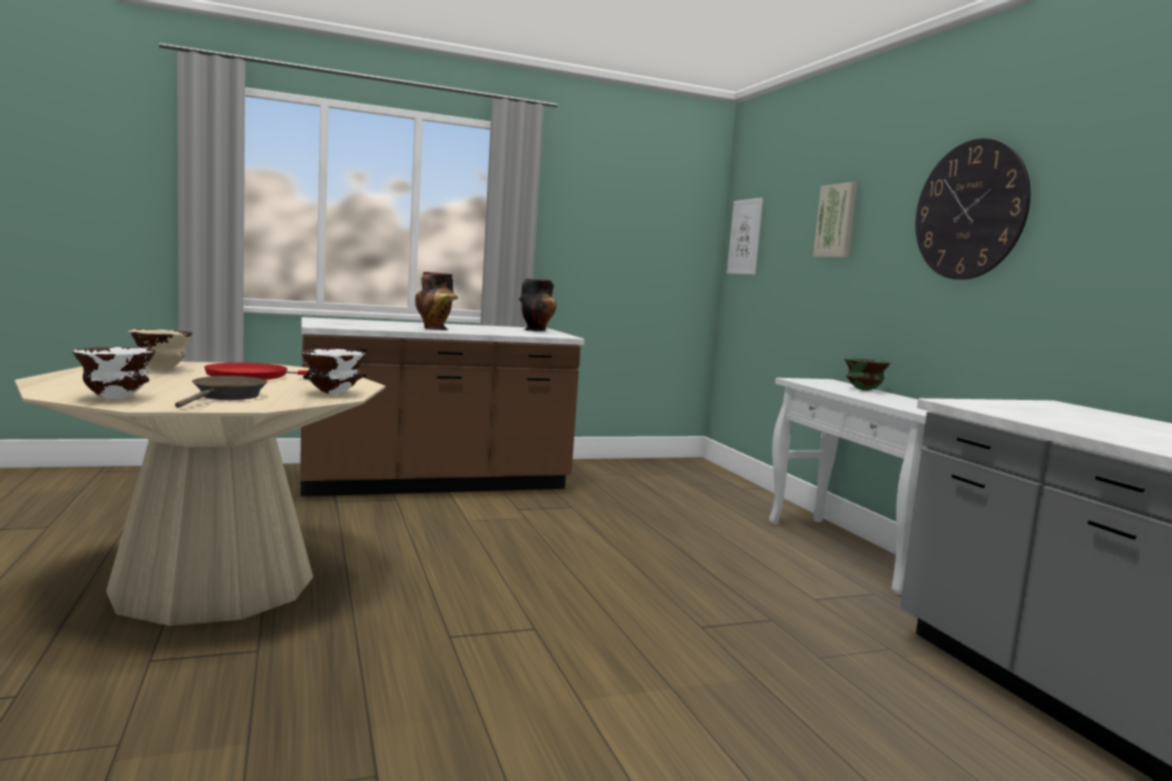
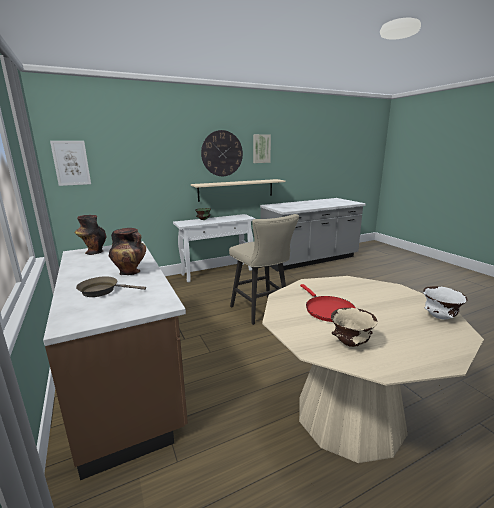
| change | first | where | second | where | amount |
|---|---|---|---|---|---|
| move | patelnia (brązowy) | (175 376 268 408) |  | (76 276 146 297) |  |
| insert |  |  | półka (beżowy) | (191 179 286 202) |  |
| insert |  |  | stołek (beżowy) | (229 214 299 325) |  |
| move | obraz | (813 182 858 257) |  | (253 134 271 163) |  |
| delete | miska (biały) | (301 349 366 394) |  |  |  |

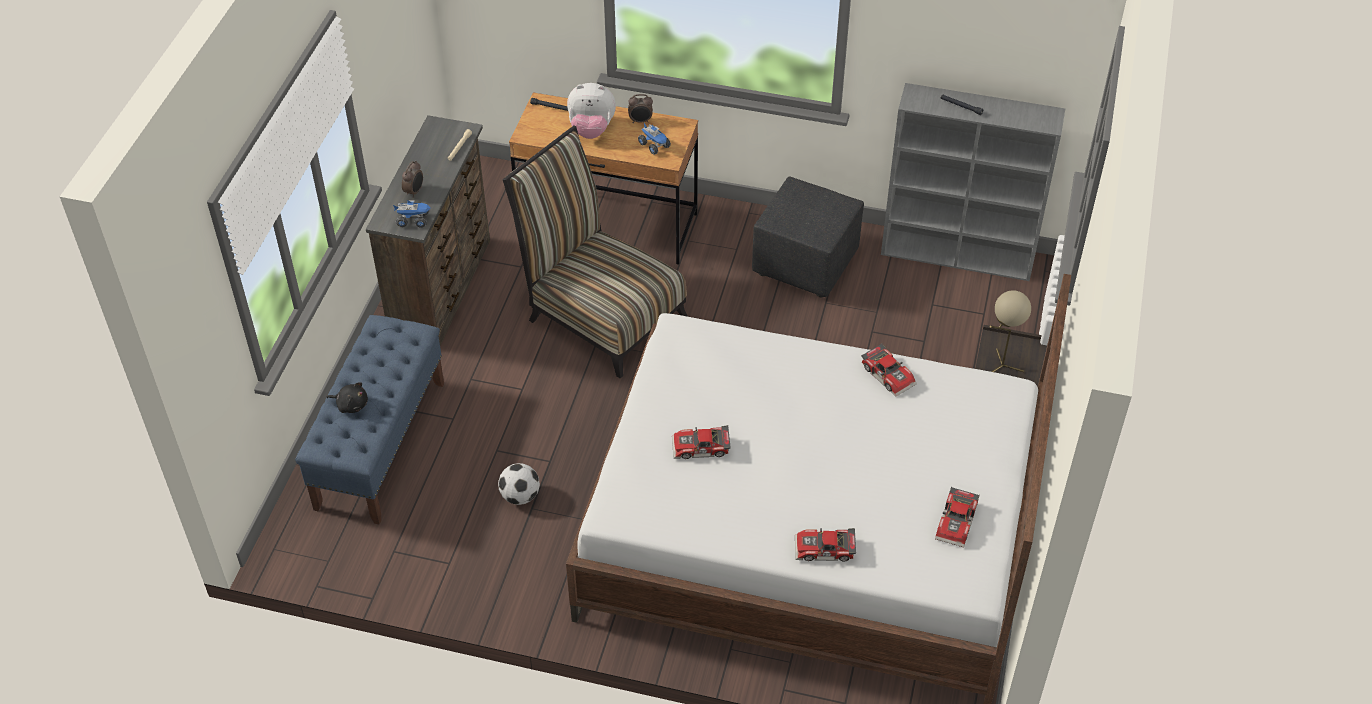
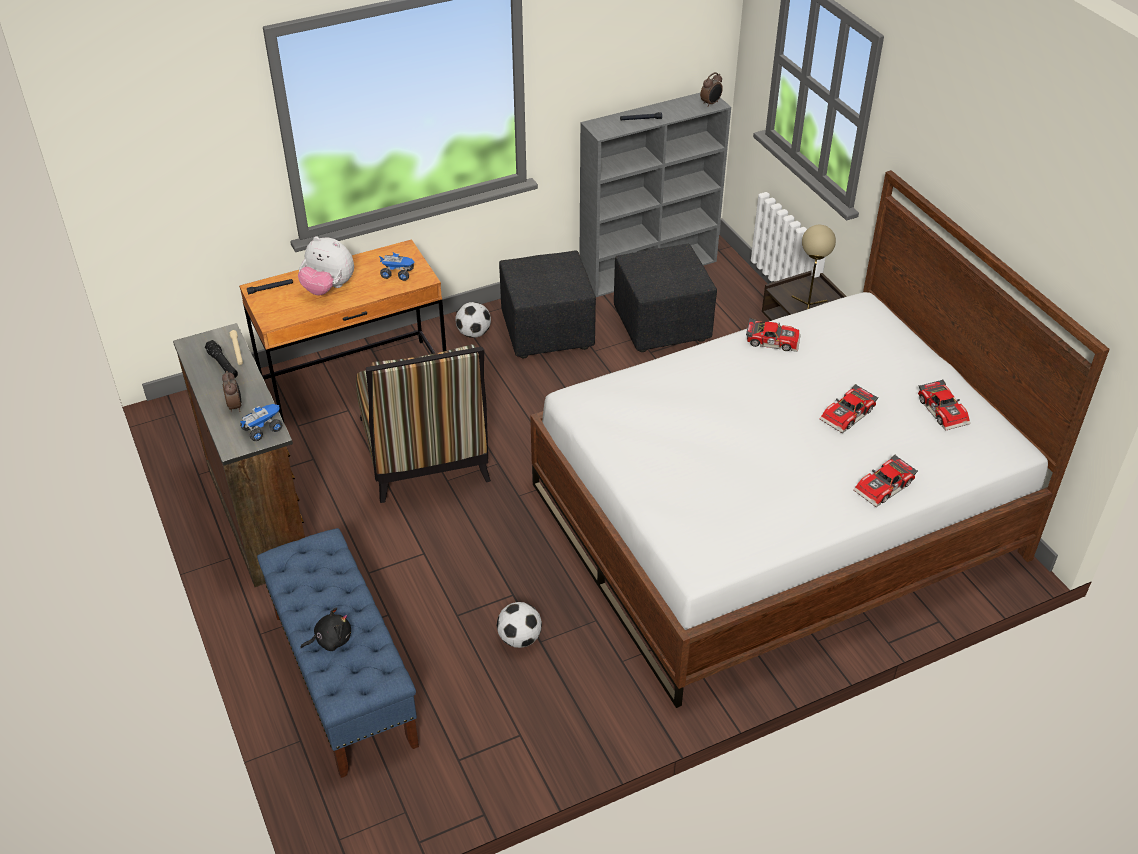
| change | first | where | second | where | amount |
|---|---|---|---|---|---|
| insert |  |  | latarka (czarny) | (205 340 238 378) |  |
| rotate | pluszak | (567 83 616 139) |  | (298 236 354 295) | 60 degrees clockwise |
| rotate | krzesło | (502 126 688 378) |  | (356 344 491 503) | 105 degrees counterclockwise |
| insert |  |  | piłka futbolowa | (455 302 491 338) |  |
| insert |  |  | pufa (czarny) | (614 244 717 352) |  |
| move | budzik | (628 94 653 123) |  | (700 72 723 107) |  |
| move | samochodzik | (672 425 731 459) |  | (820 384 879 433) |  |

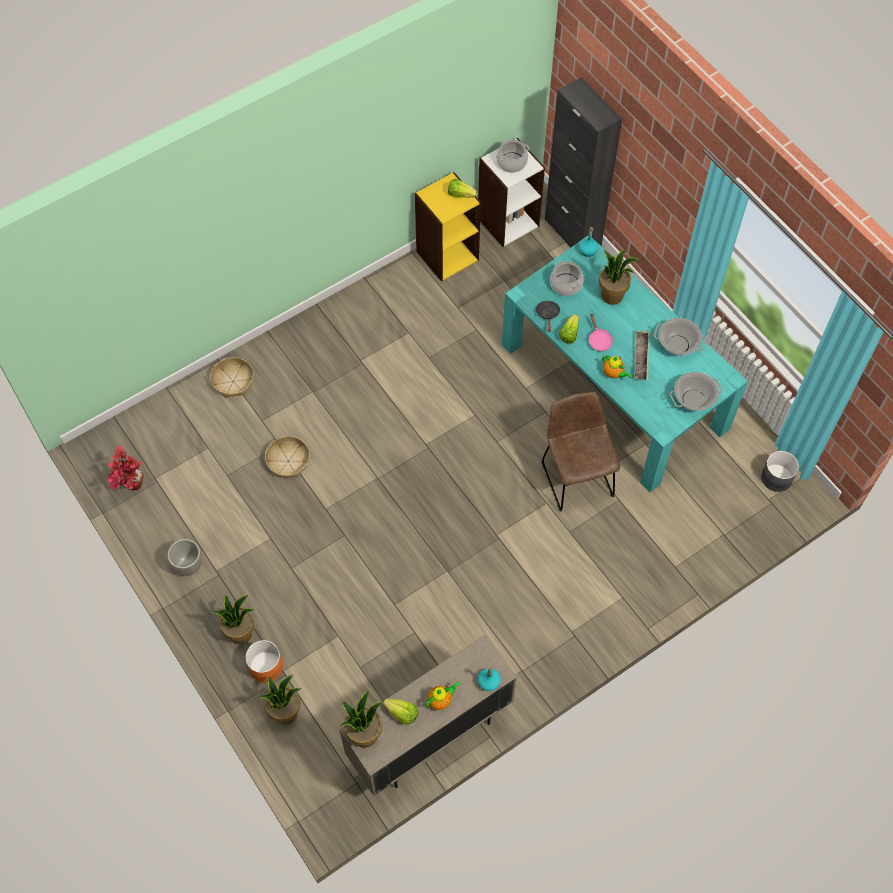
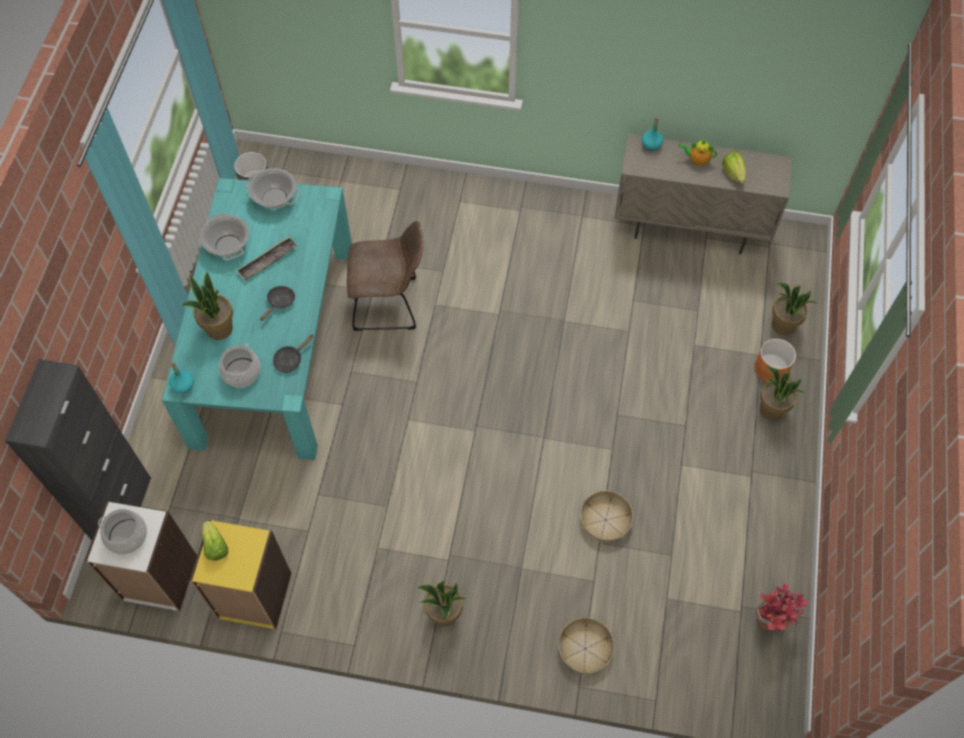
| change | first | where | second | where | amount |
|---|---|---|---|---|---|
| recolor | patelnia (różowy) | (589 314 613 351) | patelnia (czarny) | (260 286 295 321) |  |
| rotate | krzesło (brązowy) | (542 392 620 511) |  | (347 221 423 331) | 120 degrees counterclockwise |
| move | roślina doniczkowa | (340 690 382 748) |  | (417 581 466 626) |  |
| delete | donica (szary) | (168 539 202 576) |  |  |  |
| delete | sałata | (559 314 579 343) |  |  |  |
| delete | imbryk | (602 356 632 378) |  |  |  |

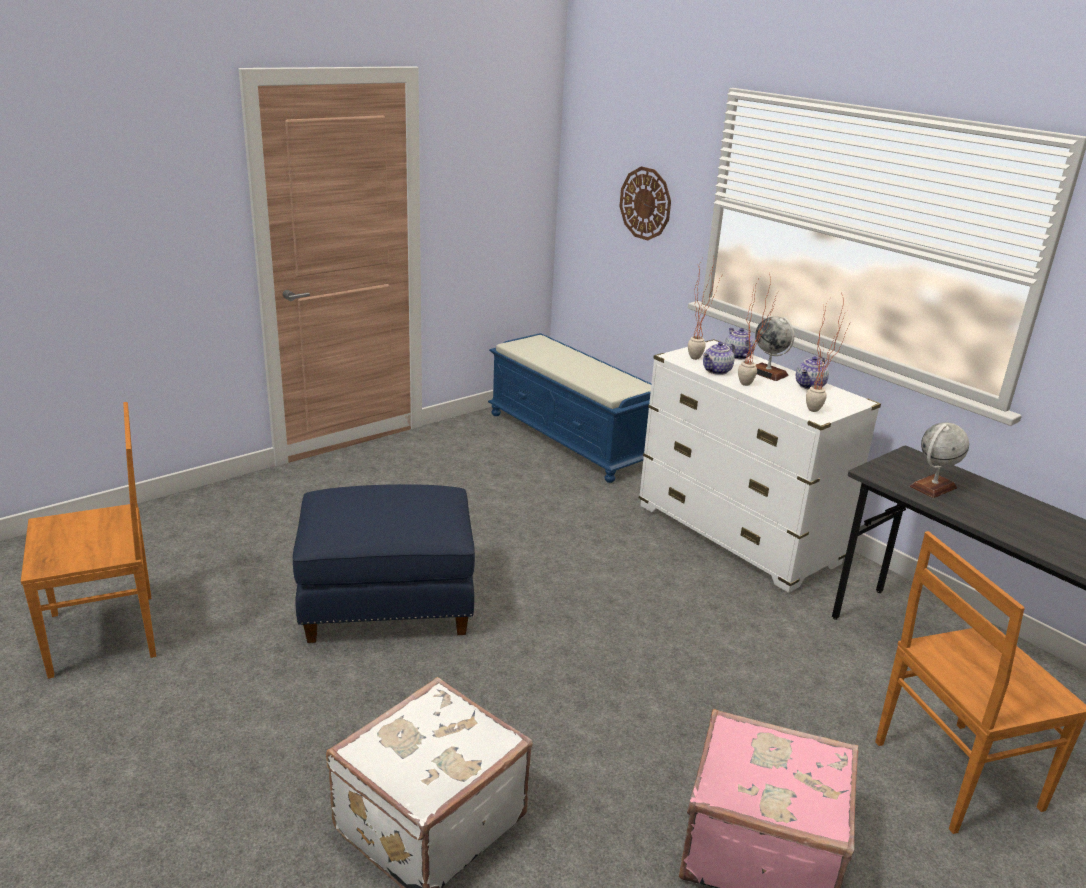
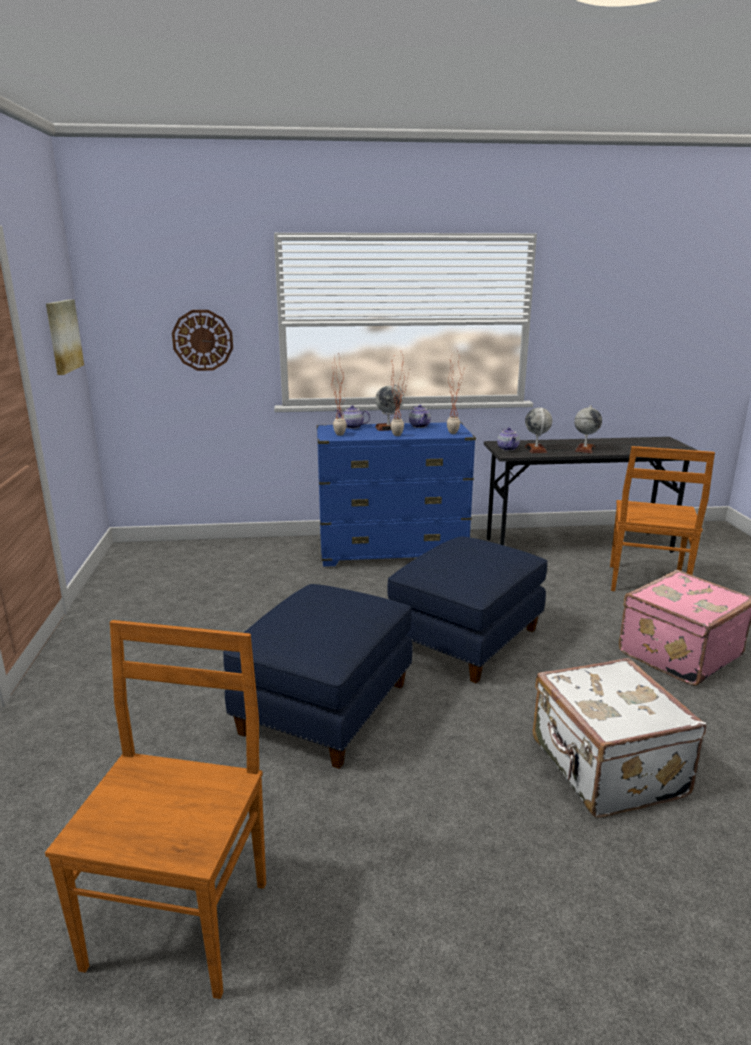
| change | first | where | second | where | amount |
|---|---|---|---|---|---|
| insert |  |  | obraz | (46 300 84 375) |  |
| recolor | komoda (biały) | (639 339 881 593) | komoda (niebieski) | (317 422 476 567) |  |
| insert |  |  | pufa (niebieski) | (387 537 547 683) |  |
| move | imbryk | (703 342 736 375) |  | (497 428 520 451) |  |
| insert |  |  | globus | (574 405 602 454) |  |
| delete | ławka (niebieski) | (488 333 651 483) |  |  |  |

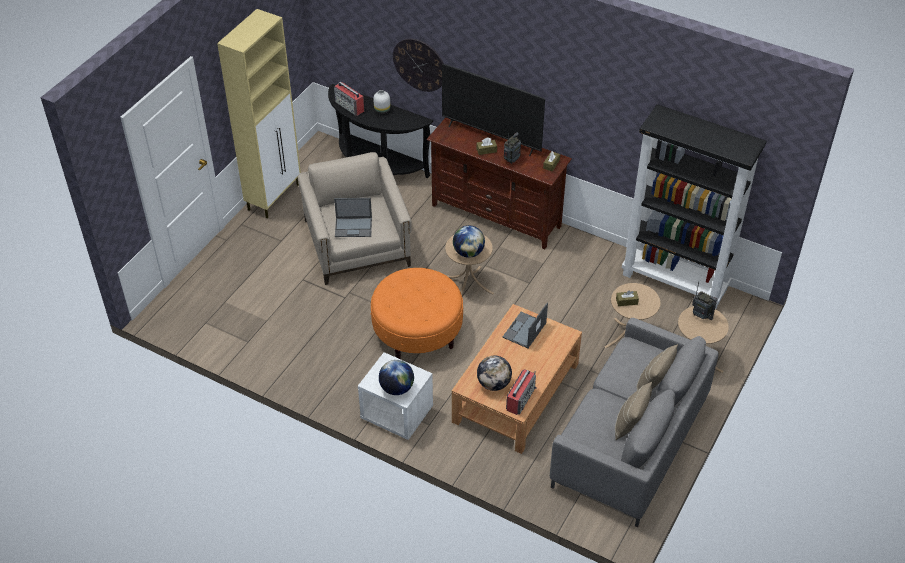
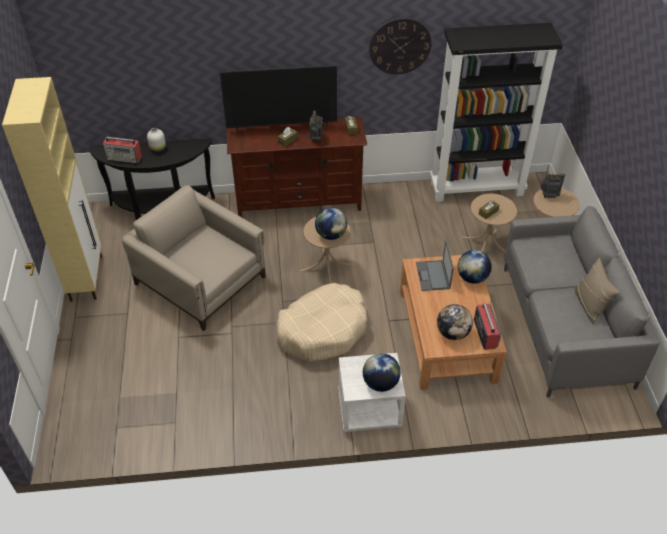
| change | first | where | second | where | amount |
|---|---|---|---|---|---|
| replace | pufa (pomarańczowy) | (371 268 463 359) | legowisko (beżowy) | (276 283 367 361) |  |
| move | zegar ścienny | (393 38 444 92) |  | (369 18 432 74) |  |
| insert |  |  | globus | (458 250 492 284) |  |
| delete | laptop | (334 198 372 237) |  |  |  |
| delete | poduszka (beżowy) | (637 344 678 390) |  |  |  |

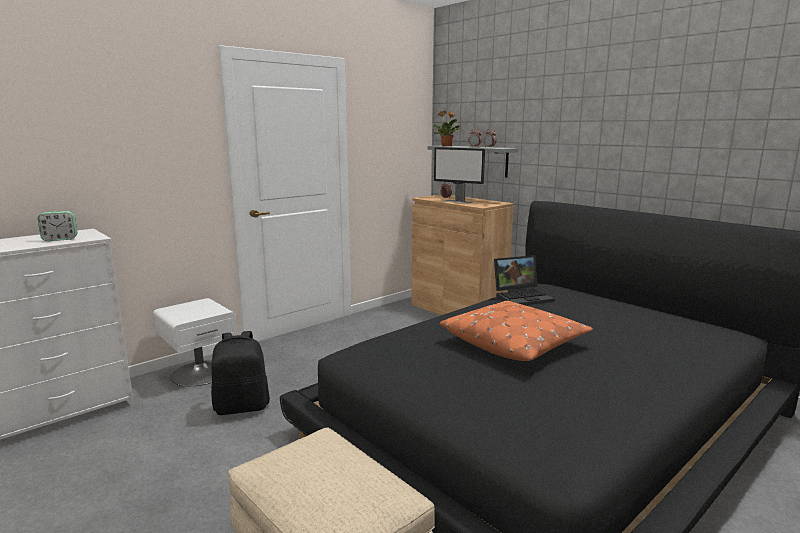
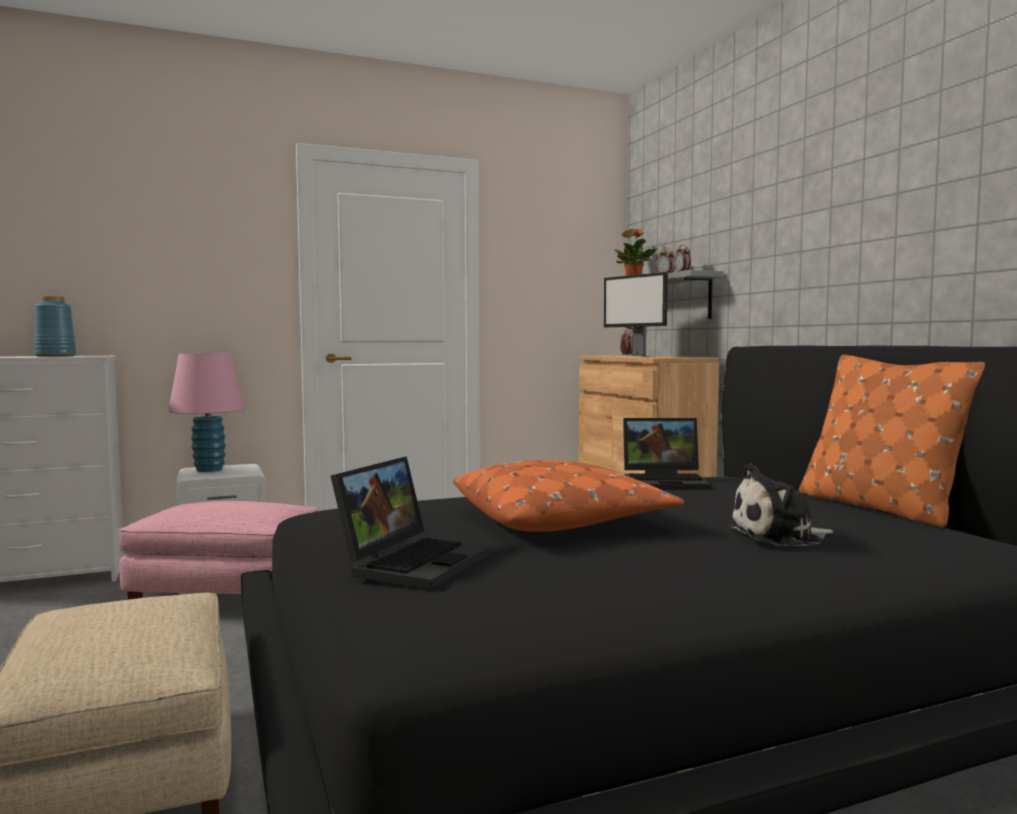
| change | first | where | second | where | amount |
|---|---|---|---|---|---|
| replace | budzik | (38 211 77 241) | wazon (niebieski) | (34 296 76 357) |  |
| replace | plecak (czarny) | (211 331 270 415) | pufa (różowy) | (118 501 320 600) |  |
| insert |  |  | lampa stołowa (różowy) | (168 353 245 472) |  |
| insert |  |  | laptop | (331 456 490 589) |  |
| insert |  |  | pluszak | (727 464 833 546) |  |
| insert |  |  | poduszka (pomarańczowy) | (799 355 985 527) |  |

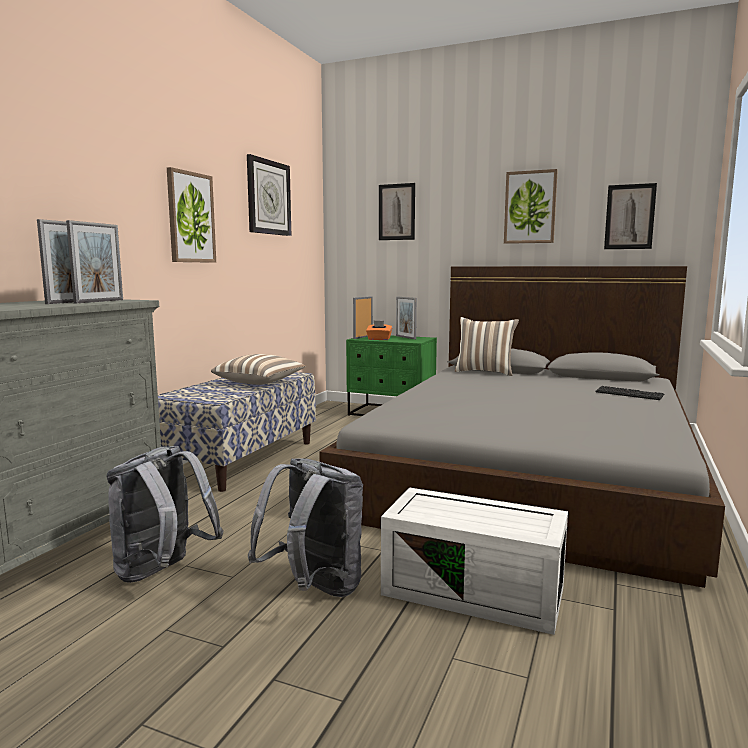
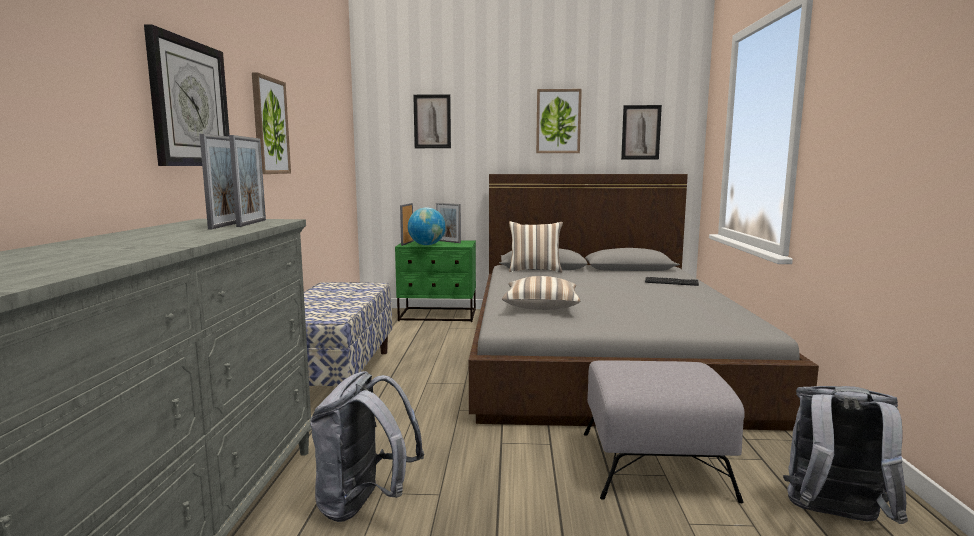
| change | first | where | second | where | amount |
|---|---|---|---|---|---|
| move | zegar ścienny | (247 154 291 236) |  | (144 24 230 166) |  |
| replace | pudełko chusteczek (pomarańczowy) | (366 320 393 340) | globus | (408 207 446 245) |  |
| move | poduszka | (211 354 306 385) |  | (502 276 580 310) |  |
| replace | pojemnik do przechowywania (biały) | (381 488 568 635) | pufa (szary) | (584 360 745 503) |  |
| move | plecak (szary) | (248 458 363 597) |  | (783 386 908 524) |  |

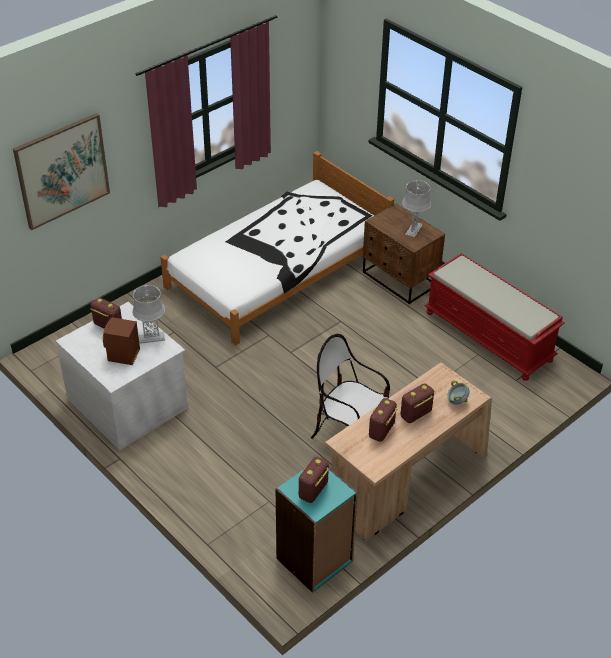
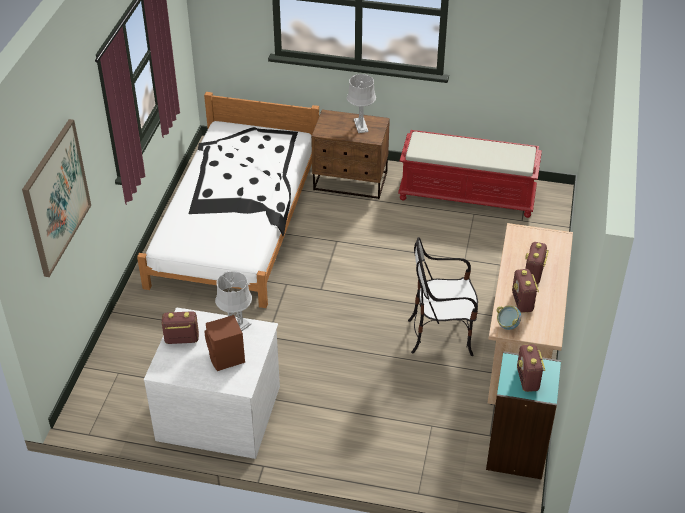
| change | first | where | second | where | amount |
|---|---|---|---|---|---|
| move | miska | (447 380 470 405) |  | (496 306 521 330) |  |

